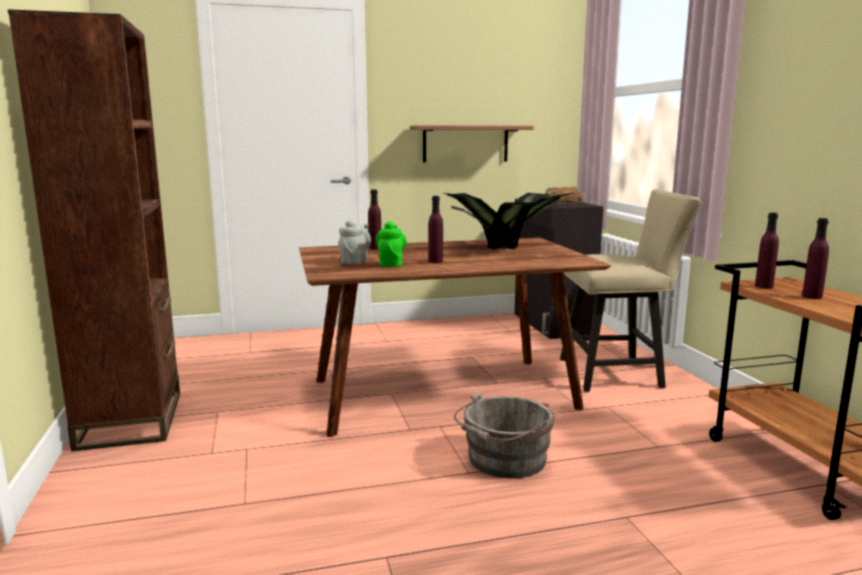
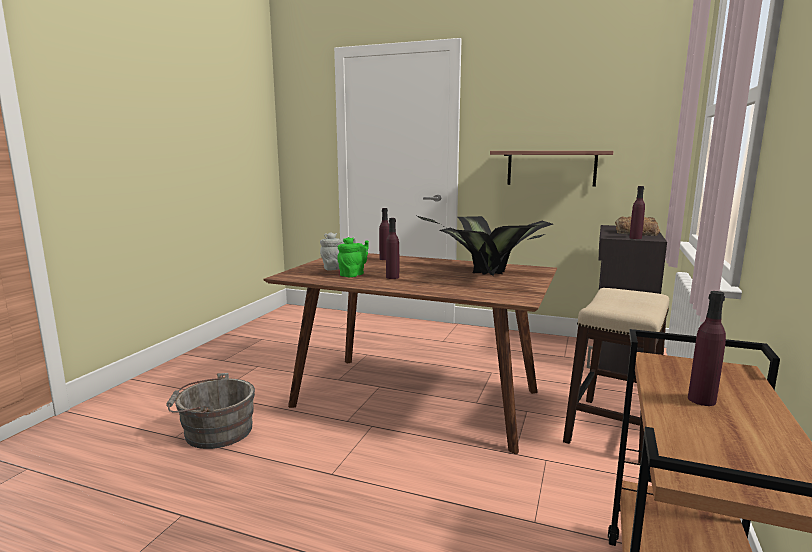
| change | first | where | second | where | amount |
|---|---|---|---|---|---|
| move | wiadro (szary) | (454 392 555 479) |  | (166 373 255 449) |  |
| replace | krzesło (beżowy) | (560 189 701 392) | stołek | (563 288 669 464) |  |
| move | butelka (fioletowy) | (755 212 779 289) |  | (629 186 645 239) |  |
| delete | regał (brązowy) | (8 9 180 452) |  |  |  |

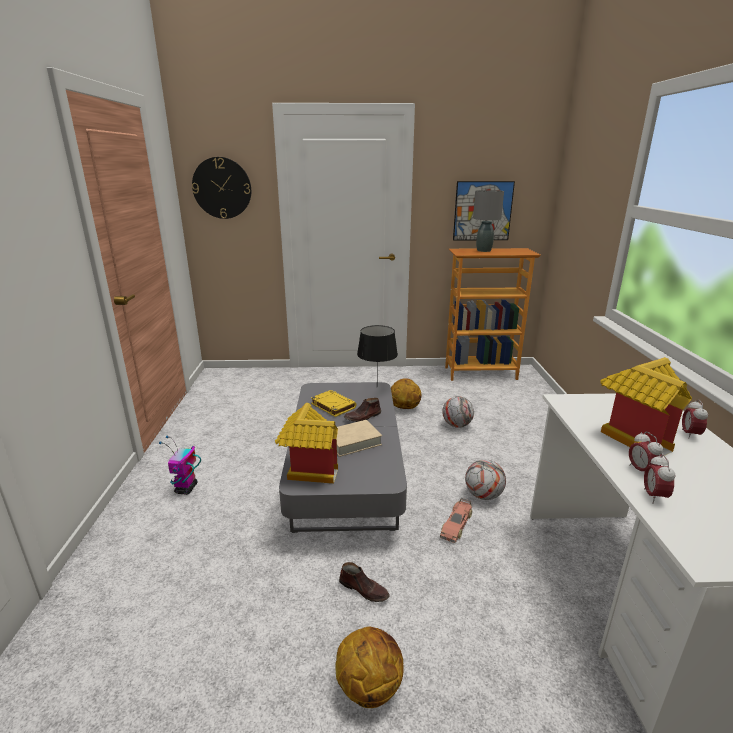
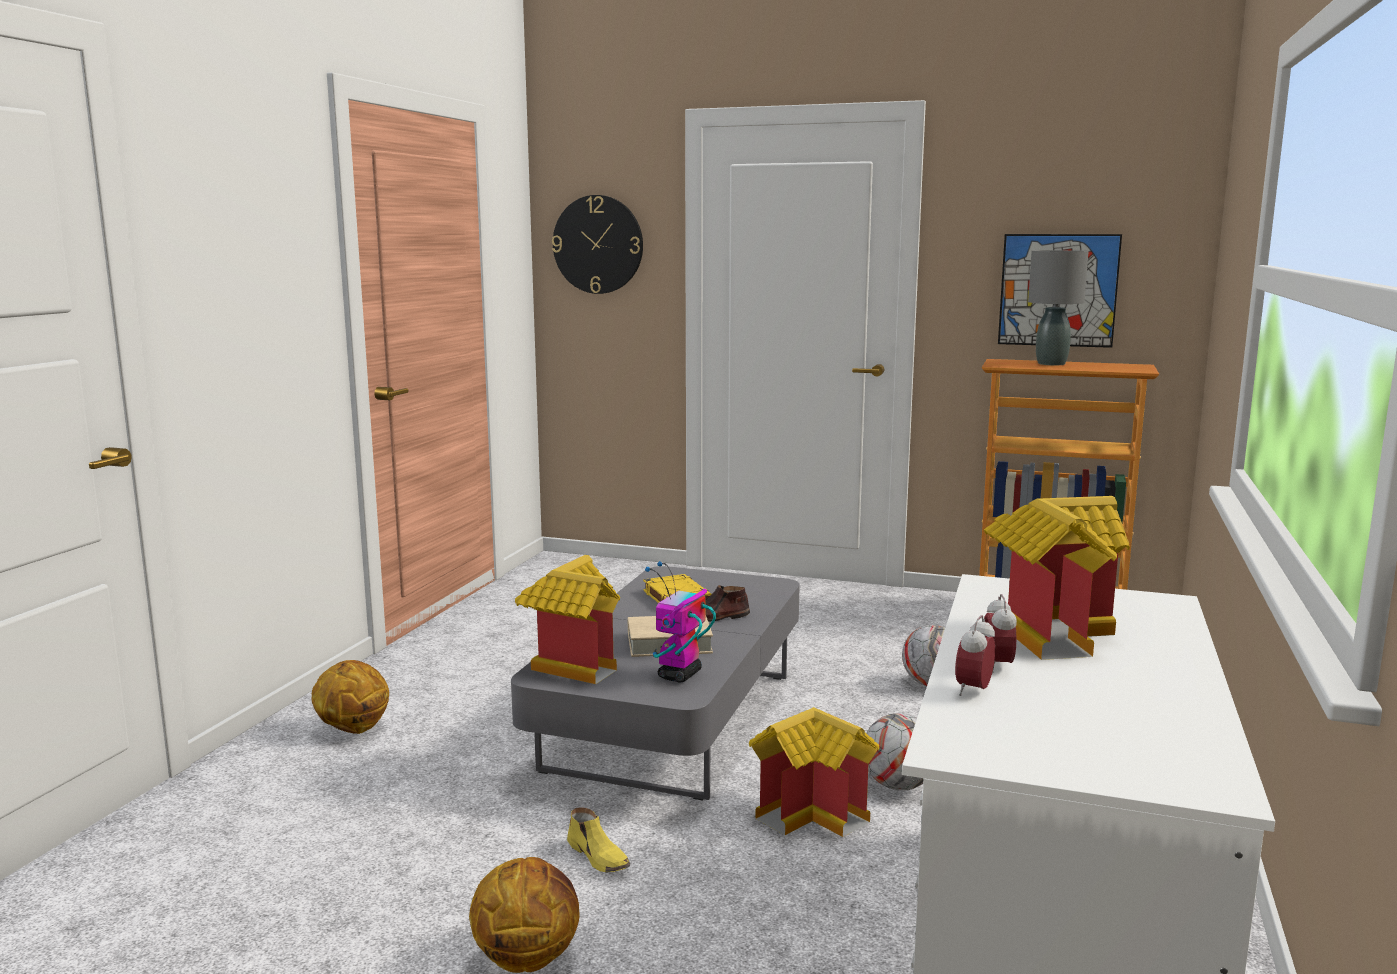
| change | first | where | second | where | amount |
|---|---|---|---|---|---|
| move | piłka do koszykówki | (391 378 422 409) |  | (311 660 389 734) |  |
| recolor | but (brązowy) | (339 562 390 602) | but (żółty) | (567 807 630 872) |  |
| move | robot zabawkowy | (159 436 201 495) |  | (645 561 716 682) |  |
| replace | samochodzik | (440 498 472 543) | domek | (749 707 880 837) |  |
| delete | lampa stołowa (czarny) | (357 325 398 375) |  |  |  |
| delete | budzik | (682 400 708 439) |  |  |  |

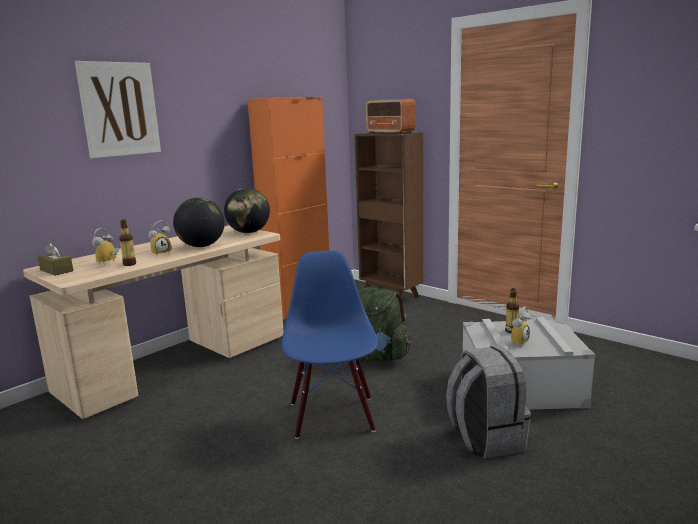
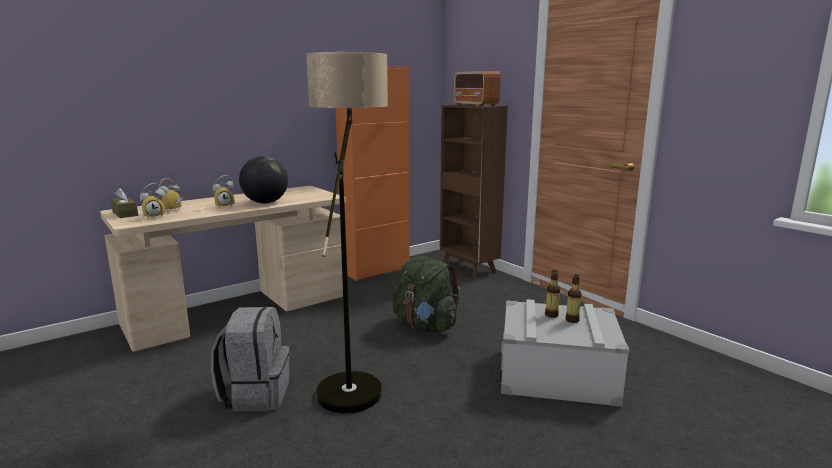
| change | first | where | second | where | amount |
|---|---|---|---|---|---|
| move | budzik | (505 306 531 345) |  | (140 183 166 219) |  |
| move | plecak (szary) | (446 346 531 459) |  | (211 307 289 411) |  |
| replace | krzesło (niebieski) | (282 251 378 439) | lampa stojąca | (306 52 388 413) |  |
| move | butelka | (119 219 136 266) |  | (566 274 582 323) |  |
| delete | obraz | (75 61 161 158) |  |  |  |
| delete | globus | (224 188 270 233) |  |  |  |

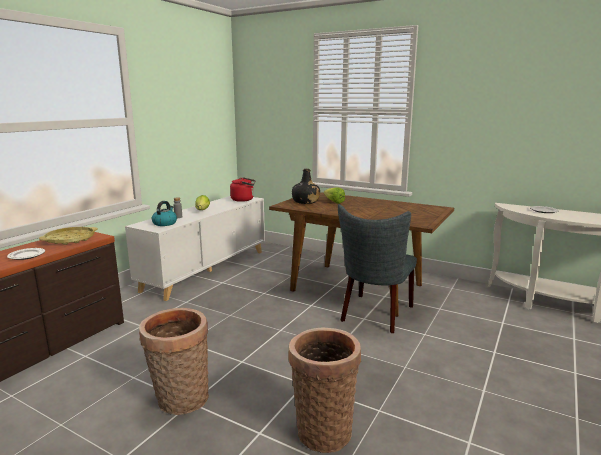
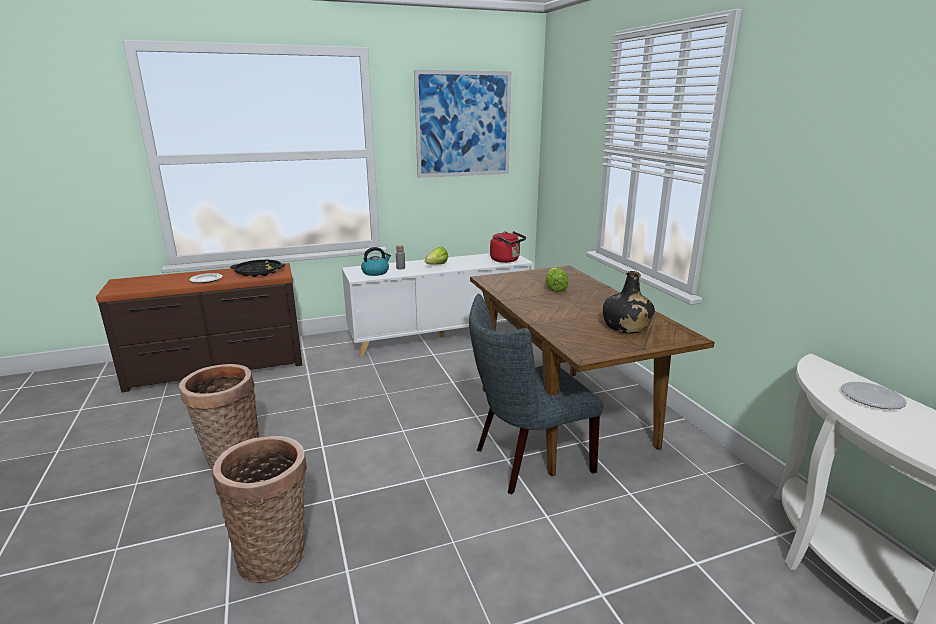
| change | first | where | second | where | amount |
|---|---|---|---|---|---|
| recolor | taca (żółty) | (39 227 98 245) | taca (czarny) | (230 260 285 277) |  |
| insert |  |  | obraz | (414 70 511 178) |  |
| move | butelka (czarny) | (292 169 320 204) |  | (603 271 655 334) |  |

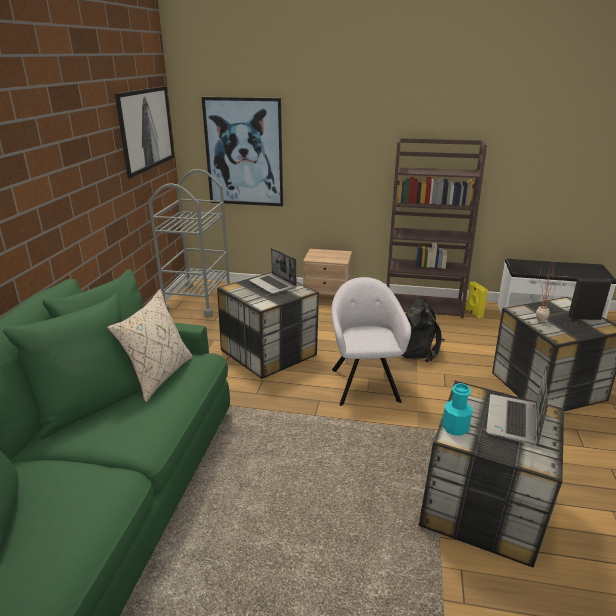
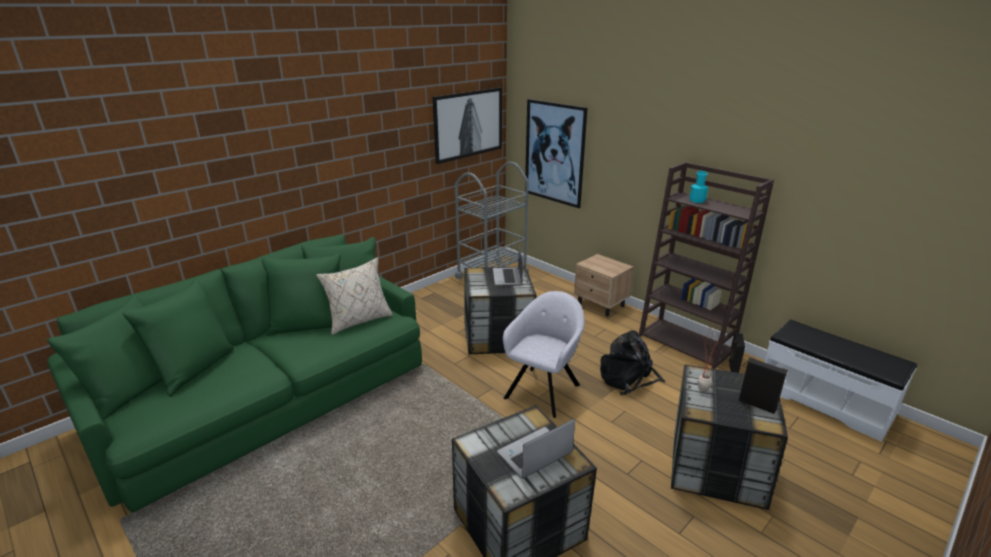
| change | first | where | second | where | amount |
|---|---|---|---|---|---|
| move | butelka (turkusowy) | (442 383 473 436) |  | (689 171 708 203) |  |
| recolor | głośnik (żółty) | (466 281 488 319) | głośnik (czarny) | (729 332 745 373) |  |

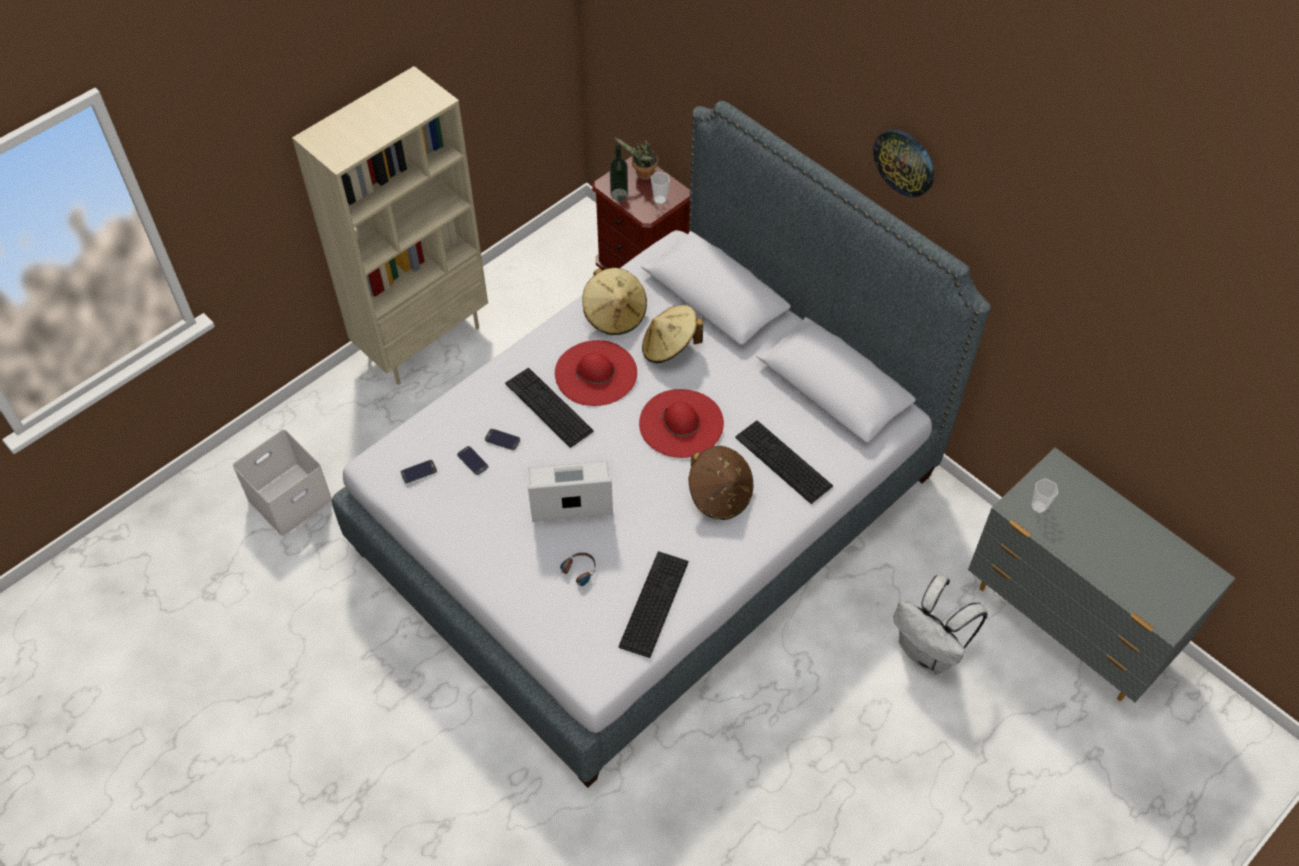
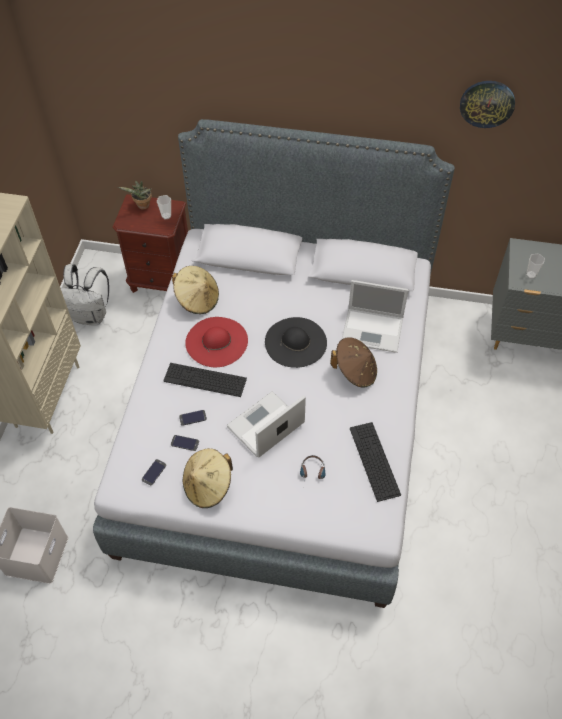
| change | first | where | second | where | amount |
|---|---|---|---|---|---|
| move | plecak (biały) | (893 575 987 674) |  | (61 264 109 326) |  |
| move | kapelusz (beżowy) | (642 305 703 363) |  | (183 448 233 508) |  |
| recolor | kapelusz (czerwony) | (639 389 724 458) | kapelusz (czarny) | (265 317 327 368) |  |
| replace | klawiatura | (735 420 833 504) | laptop | (342 280 409 353) |  |
| move | zegar ścienny | (873 129 934 197) |  | (460 81 515 128) |  |
| delete | butelka | (610 145 628 201) |  |  |  |

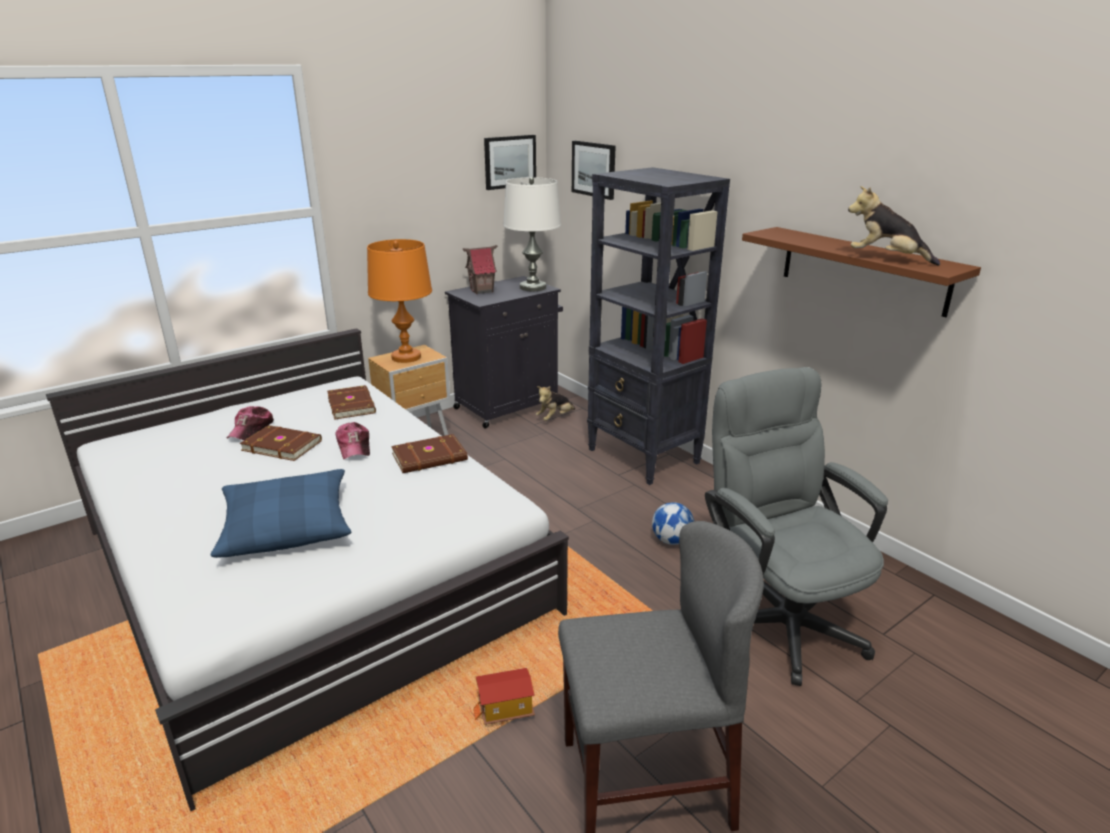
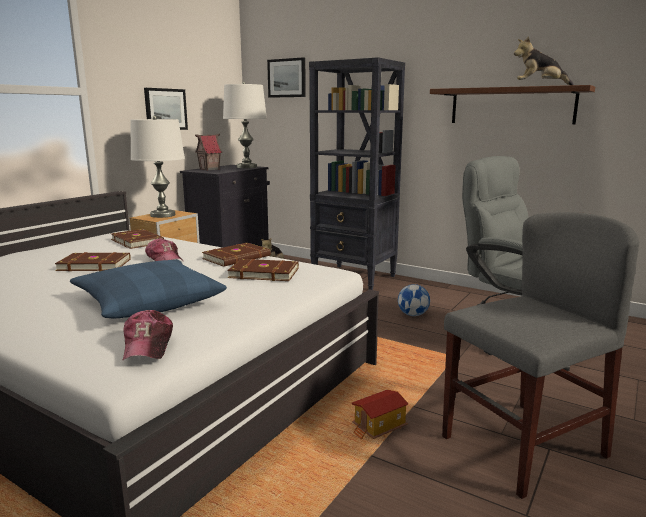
| change | first | where | second | where | amount |
|---|---|---|---|---|---|
| move | czapka z daszkiem | (227 406 274 440) |  | (122 310 173 361) |  |
| recolor | lampa stołowa (pomarańczowy) | (367 239 432 363) | lampa stołowa (biały) | (130 116 185 218) |  |
| move | obraz | (484 135 536 190) |  | (144 88 188 130) |  |
| insert |  |  | książka (brązowy) | (227 259 299 281) |  |

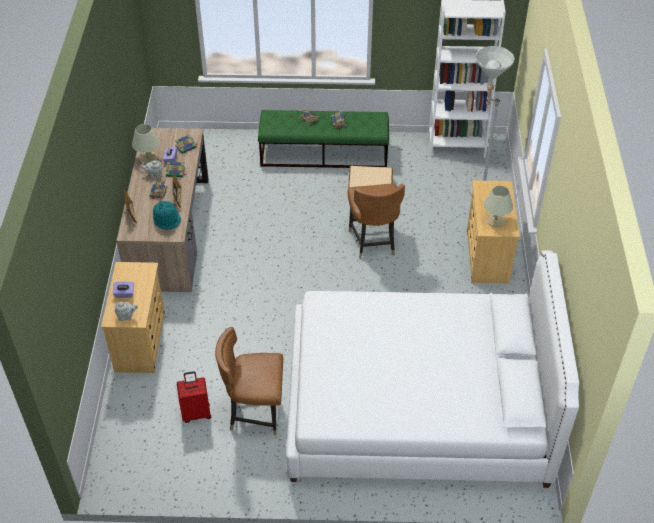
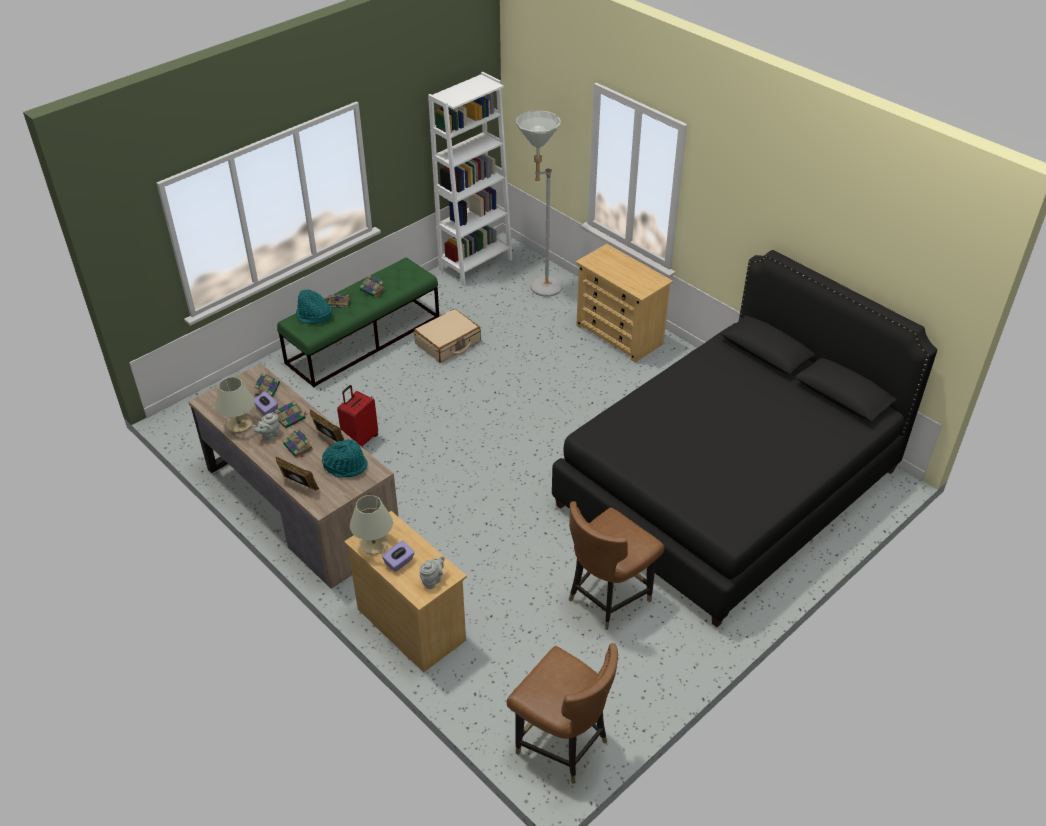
| change | first | where | second | where | amount |
|---|---|---|---|---|---|
| insert |  |  | kapelusz (turkusowy) | (296 289 332 324) |  |
| move | walizka (czerwony) | (177 371 211 423) |  | (337 385 378 448) |  |
| move | lampa stołowa (beżowy) | (484 185 513 227) |  | (350 495 393 555) |  |
| move | krzesło (brązowy) | (348 184 405 259) |  | (506 643 618 784) |  |
| recolor | łóżko (biały) | (286 250 579 488) | łóżko (czarny) | (552 250 937 627) |  |

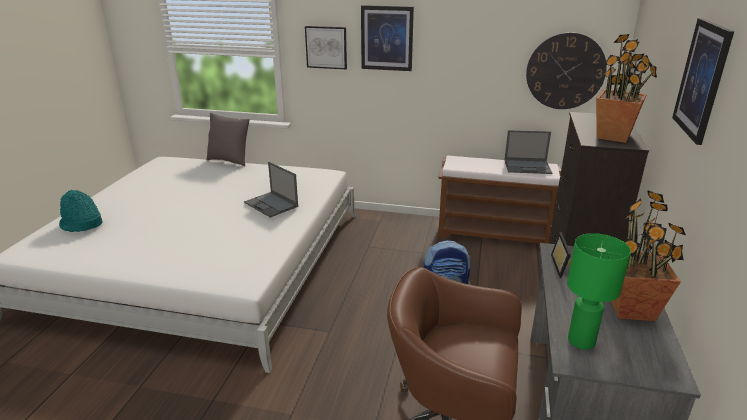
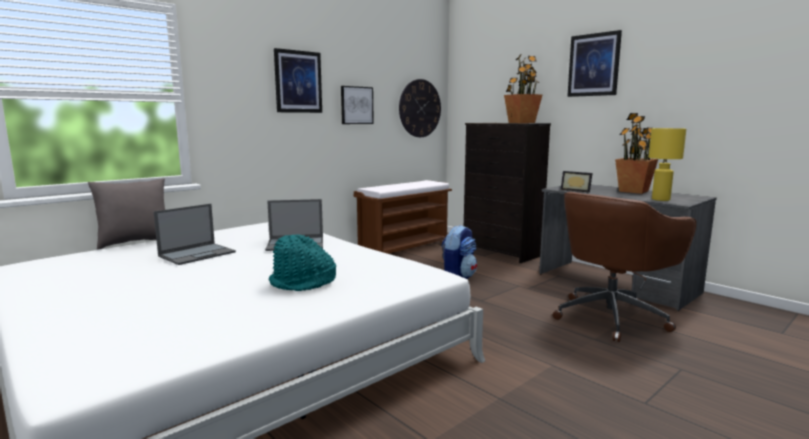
| change | first | where | second | where | amount |
|---|---|---|---|---|---|
| move | laptop | (504 130 552 174) |  | (153 204 236 265) |  |
| move | kapelusz (turkusowy) | (59 190 103 232) |  | (269 235 336 291) |  |
| move | obraz | (305 26 347 69) |  | (341 86 374 124) |  |
| recolor | lampa stołowa (zielony) | (567 233 631 350) | lampa stołowa (żółty) | (648 128 686 201) |  |

